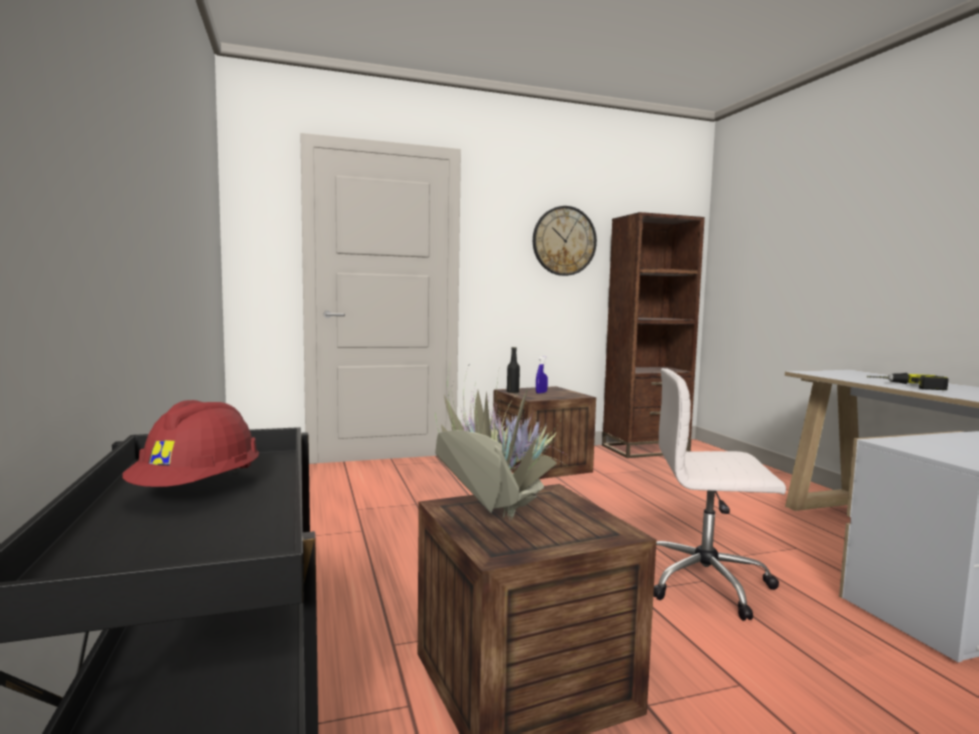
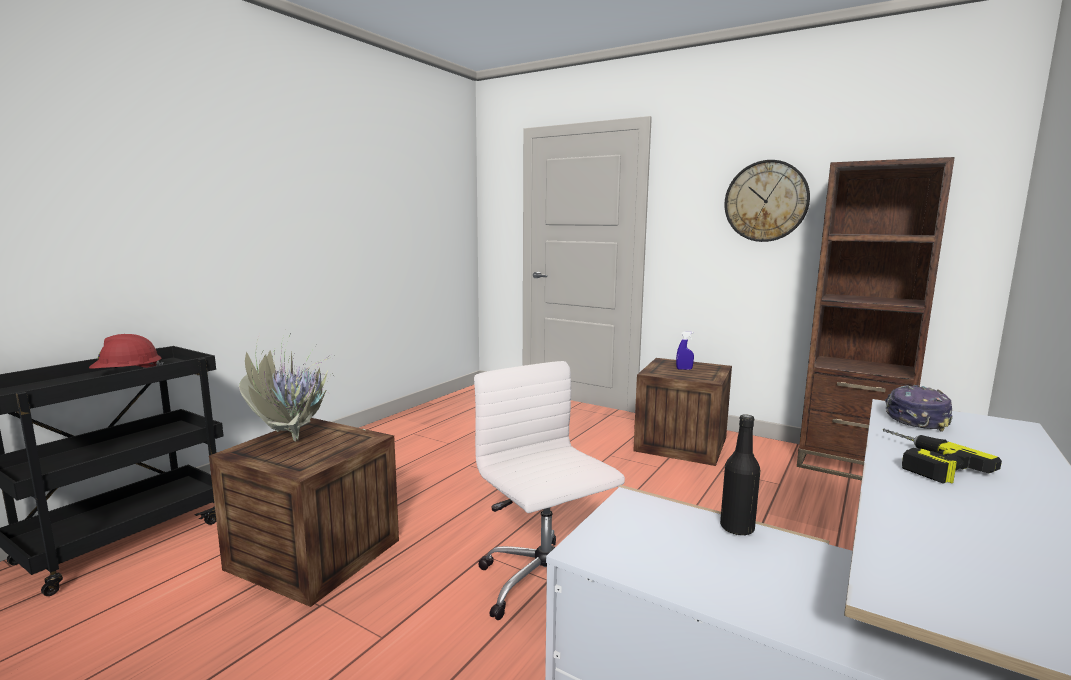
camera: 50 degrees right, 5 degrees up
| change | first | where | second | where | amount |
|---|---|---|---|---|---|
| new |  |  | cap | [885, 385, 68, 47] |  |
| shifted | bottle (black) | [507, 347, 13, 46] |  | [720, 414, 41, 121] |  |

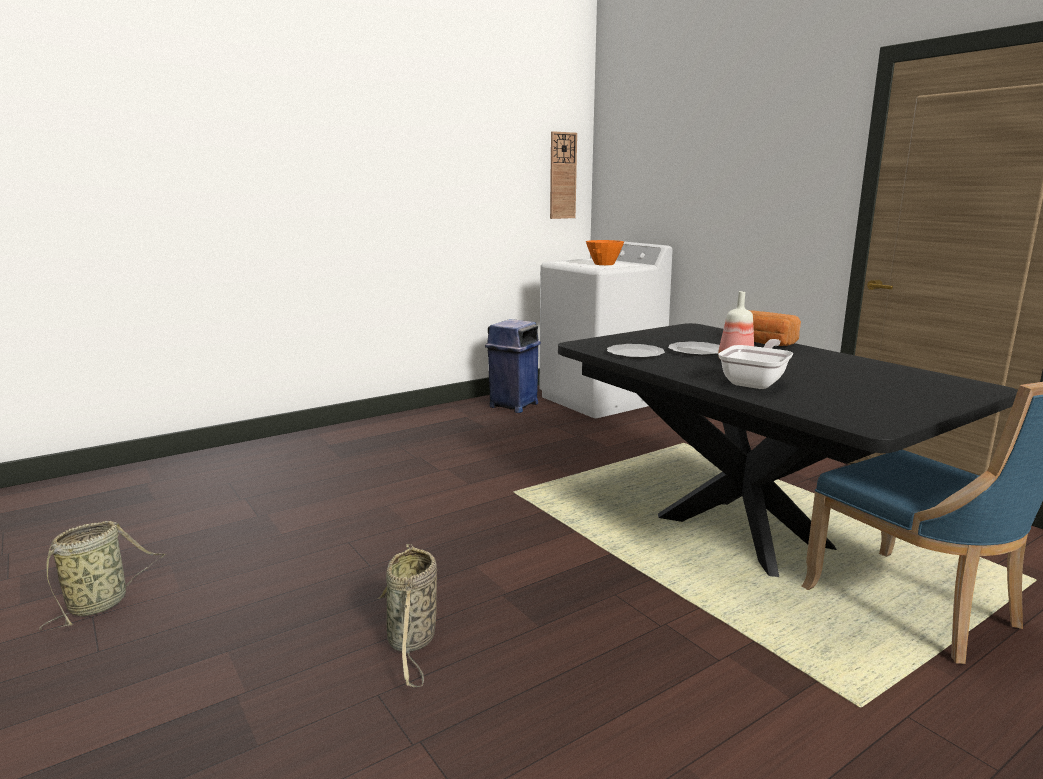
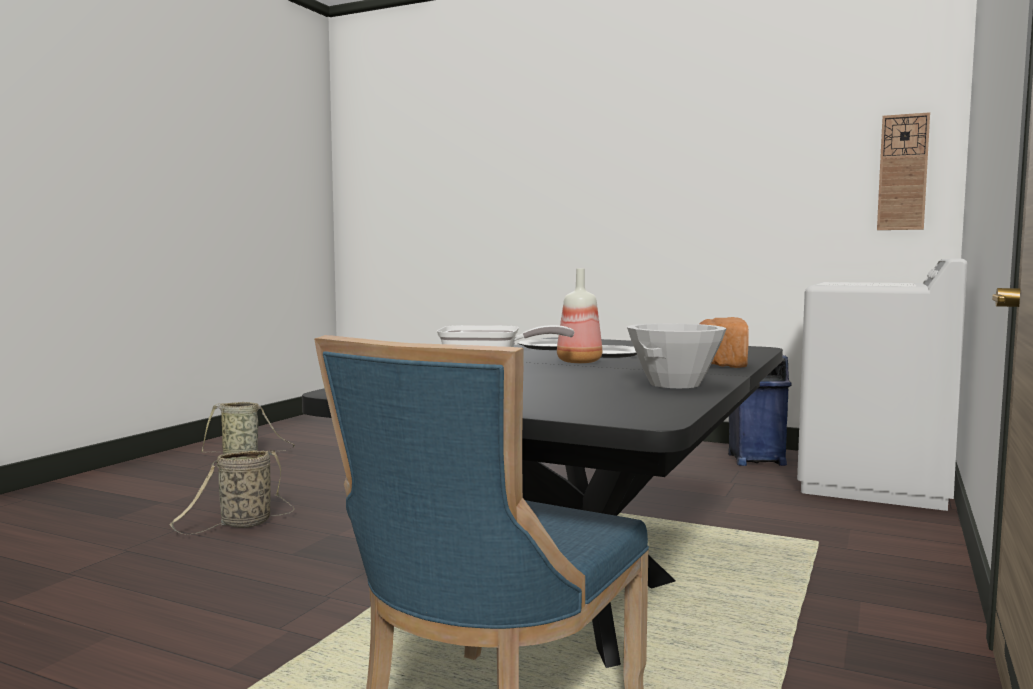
camera: 60 degrees right, 10 degrees down
| change | first | where | second | where | amount |
|---|---|---|---|---|---|
| gone | bowl (orange) | [586, 240, 38, 25] |  |  |  |
| new |  |  | bowl (white) | [627, 323, 100, 65] |  |

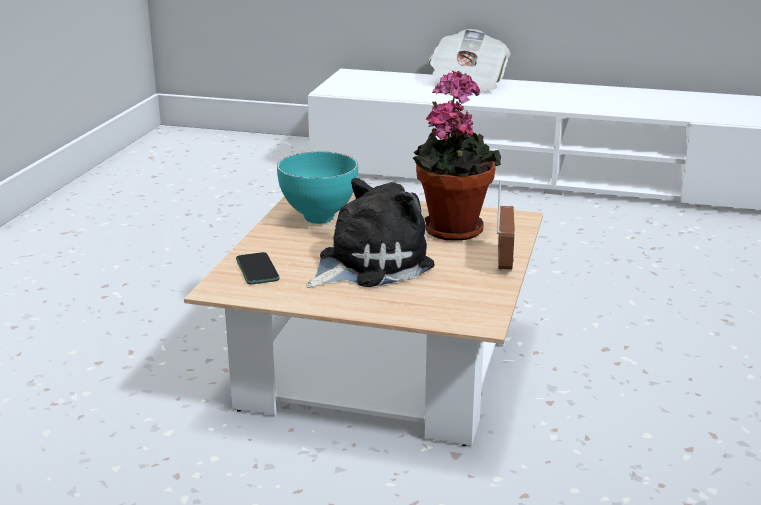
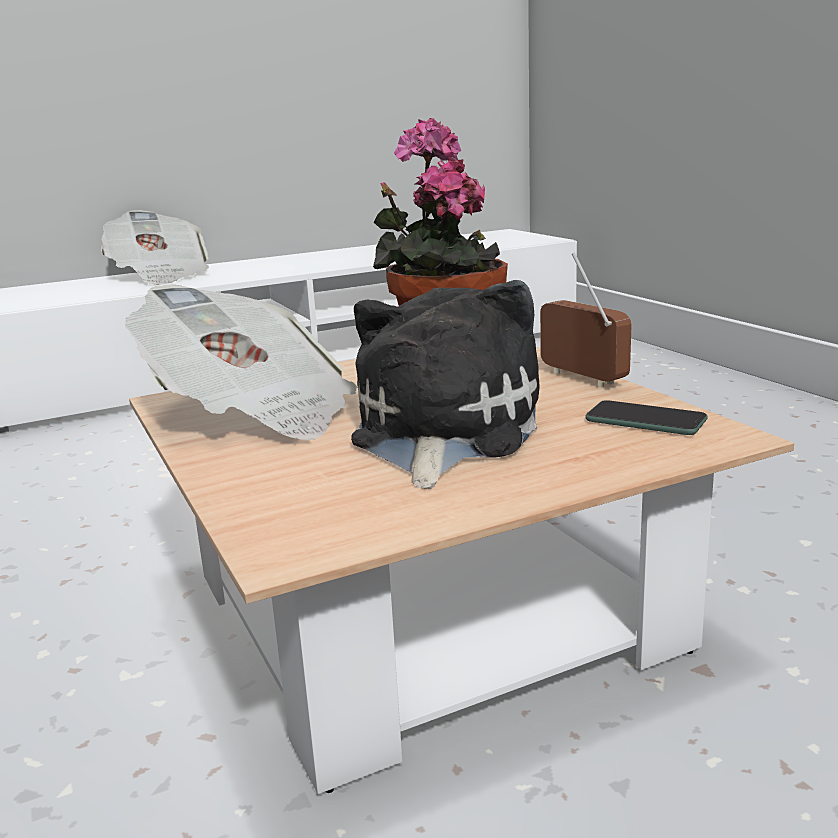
camera: 40 degrees left, 5 degrees down
| change | first | where | second | where | amount |
|---|---|---|---|---|---|
| shifted | phone | [236, 252, 44, 32] |  | [585, 400, 123, 35] |  |
| swapped | bowl (turquoise) | [277, 152, 81, 72] | newspaper | [125, 285, 233, 155] |  |

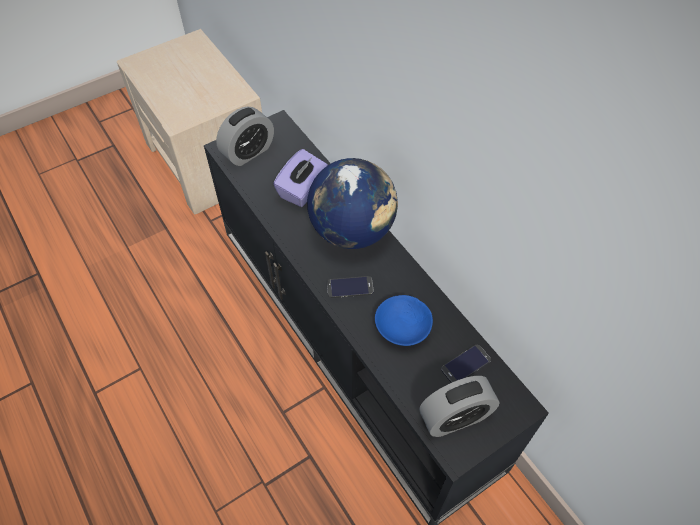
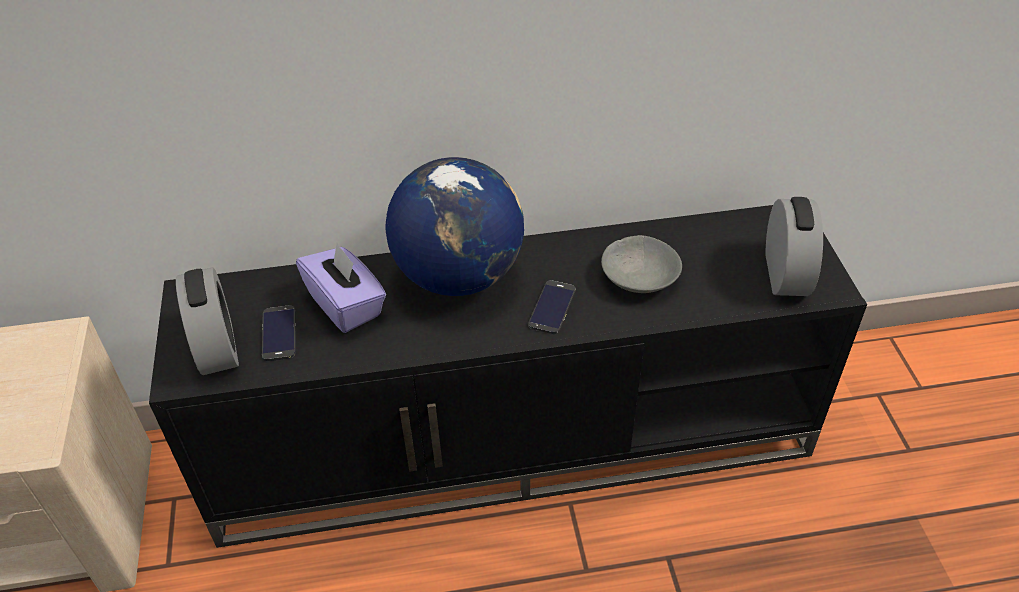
camera: 65 degrees left, 10 degrees down
| change | first | where | second | where | amount |
|---|---|---|---|---|---|
| shifted | phone | [441, 345, 50, 38] |  | [262, 305, 34, 56] |  |
| repainted | bowl (blue) | [375, 295, 58, 51] | bowl (grey) | [601, 235, 81, 58] |  |

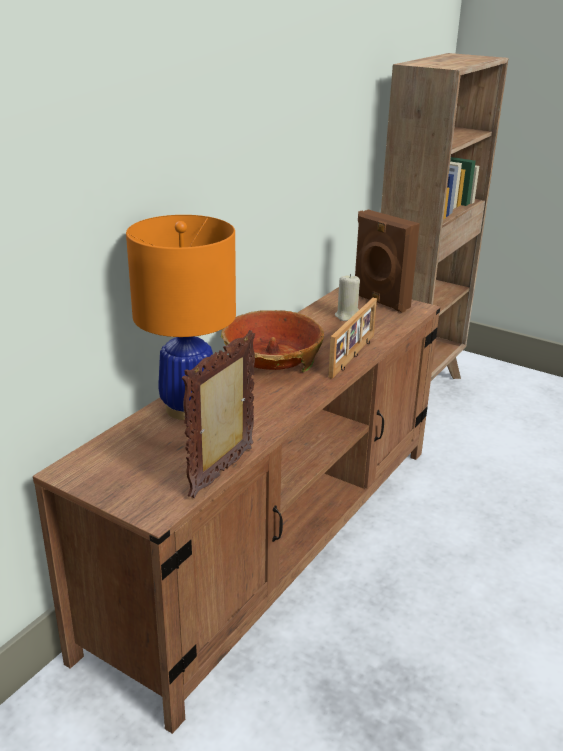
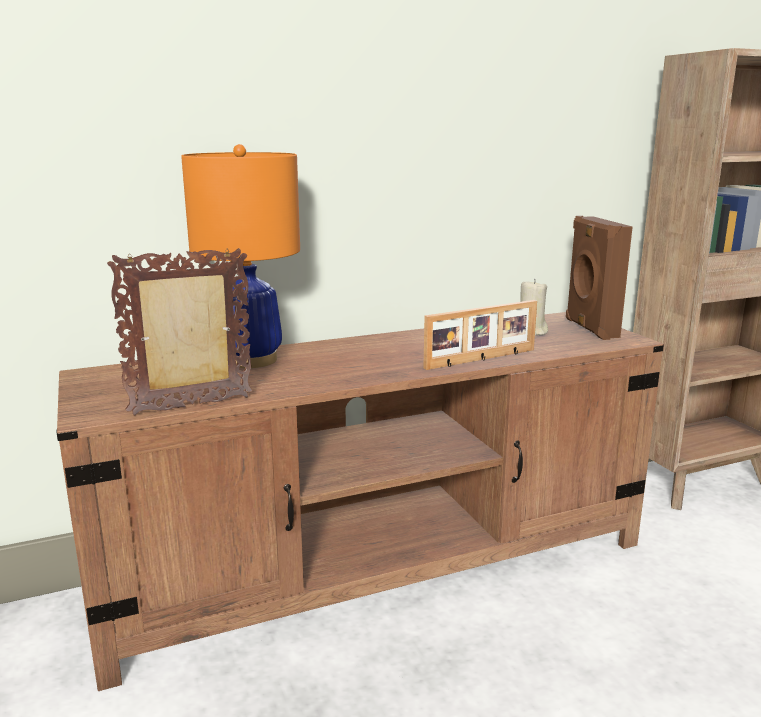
camera: 35 degrees right, 10 degrees down
| change | first | where | second | where | amount |
|---|---|---|---|---|---|
| gone | bowl | [221, 310, 103, 63] |  |  |  |

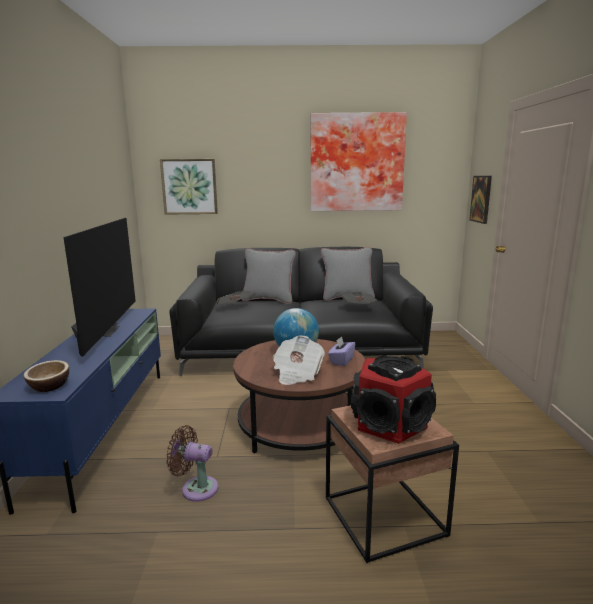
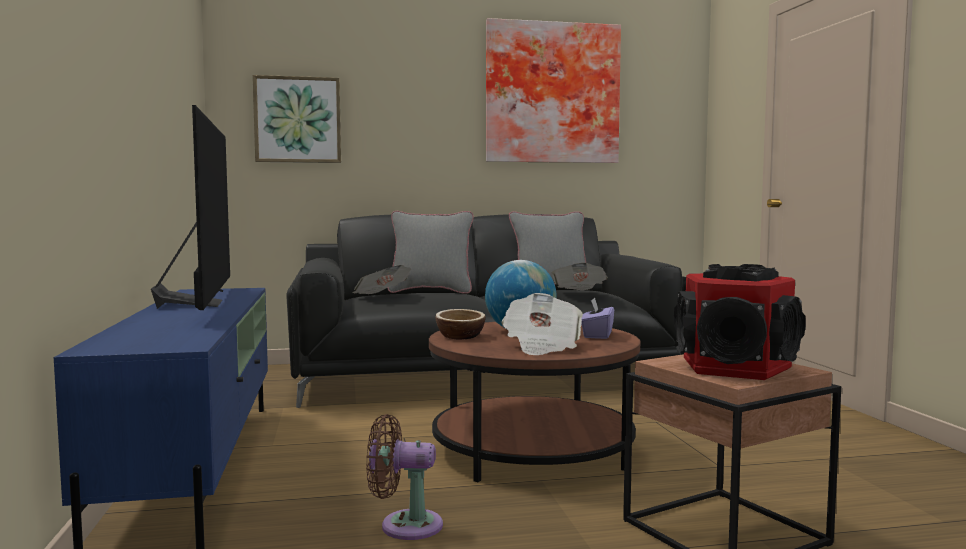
camera: 10 degrees left, 10 degrees down
| change | first | where | second | where | amount |
|---|---|---|---|---|---|
| gone | picture | [469, 176, 23, 48] |  |  |  |
| shifted | bowl | [23, 360, 46, 32] |  | [435, 309, 50, 31] |  |

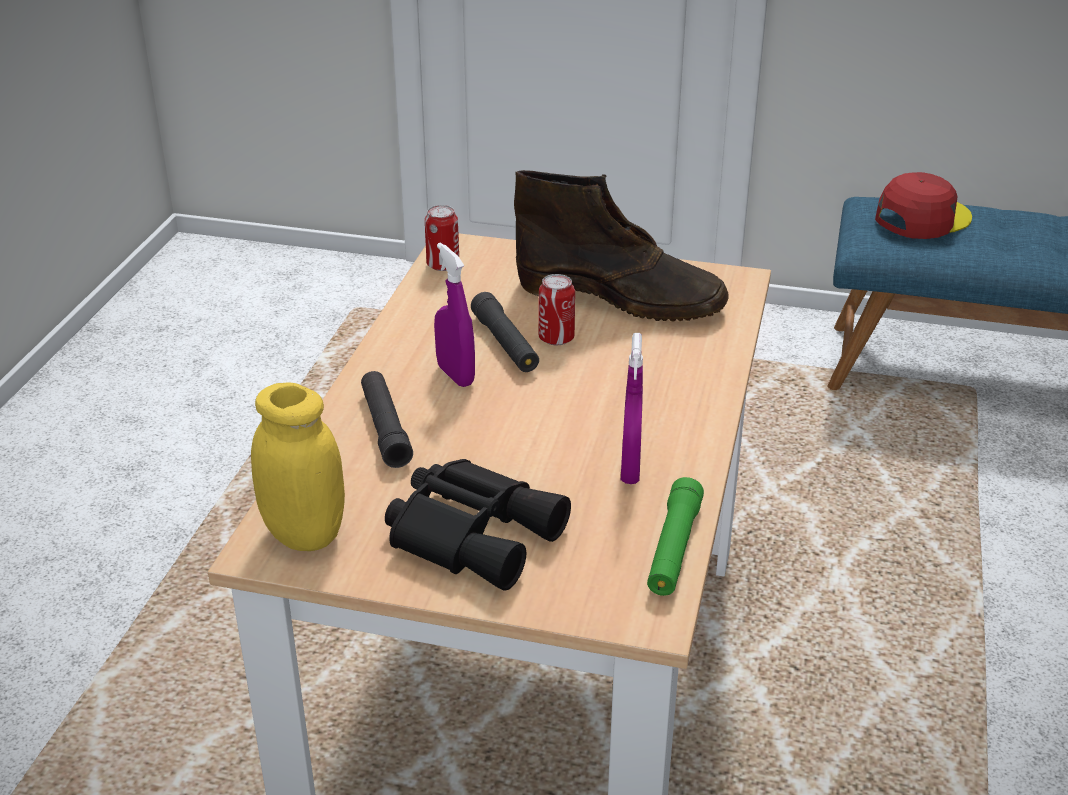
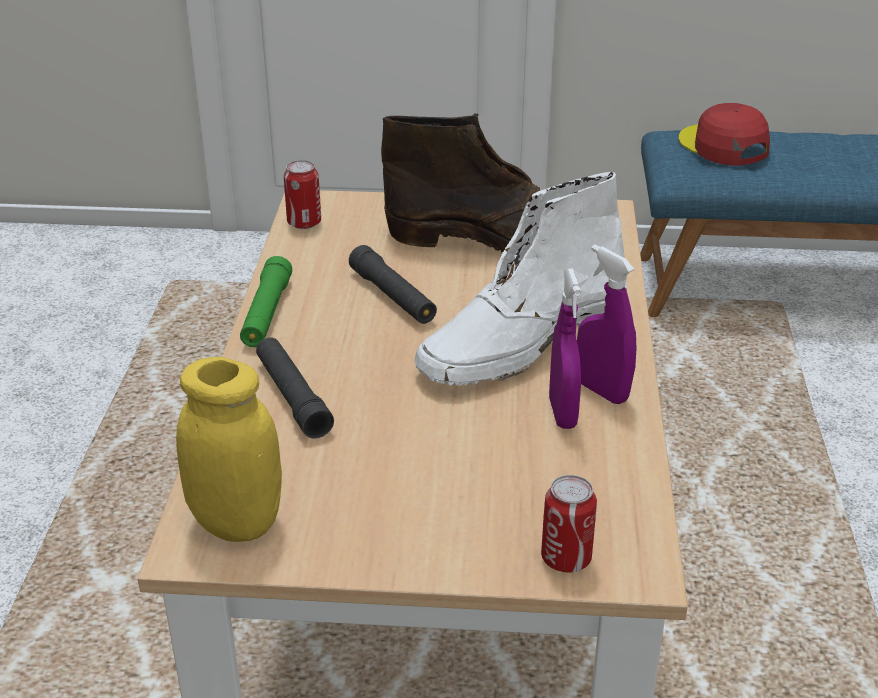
camera: 10 degrees left, 0 degrees up
| change | first | where | second | where | amount |
|---|---|---|---|---|---|
| gone | binoculars (black) | [385, 459, 186, 132] |  |  |  |
| new |  |  | boot (white) | [415, 172, 212, 214] |  |
| shifted | spray bottle (purple) | [434, 242, 41, 145] |  | [577, 244, 59, 160] |  |
| shifted | can | [538, 274, 37, 71] |  | [541, 475, 56, 98] |  |
| shifted | flashlight (green) | [647, 477, 57, 119] |  | [240, 256, 52, 91] |  |
| rotated | cap (red) | [875, 172, 97, 67] |  | [679, 103, 91, 63] | 75 degrees counterclockwise |

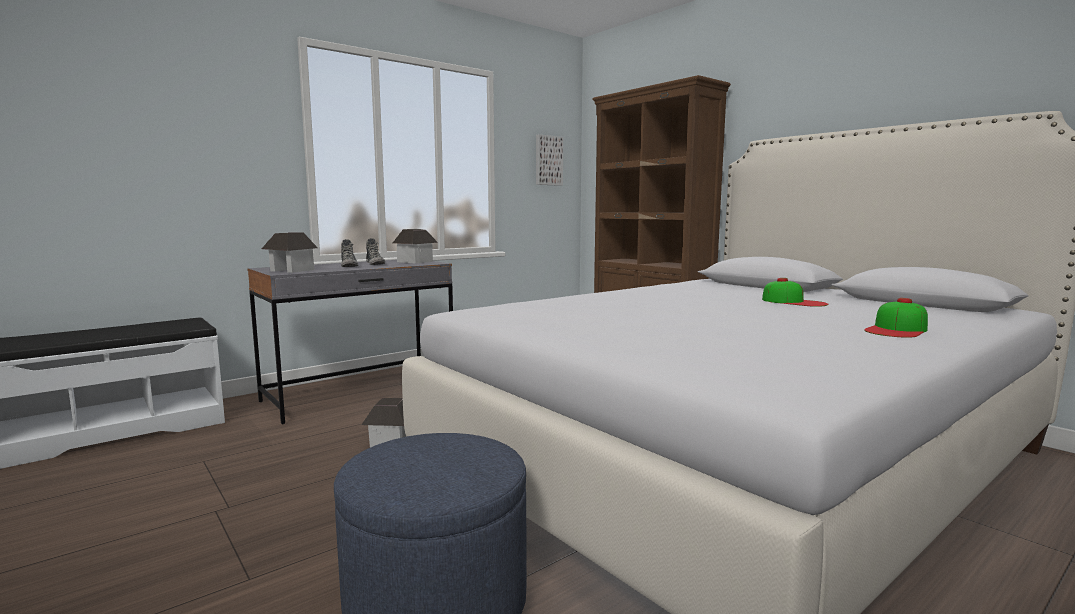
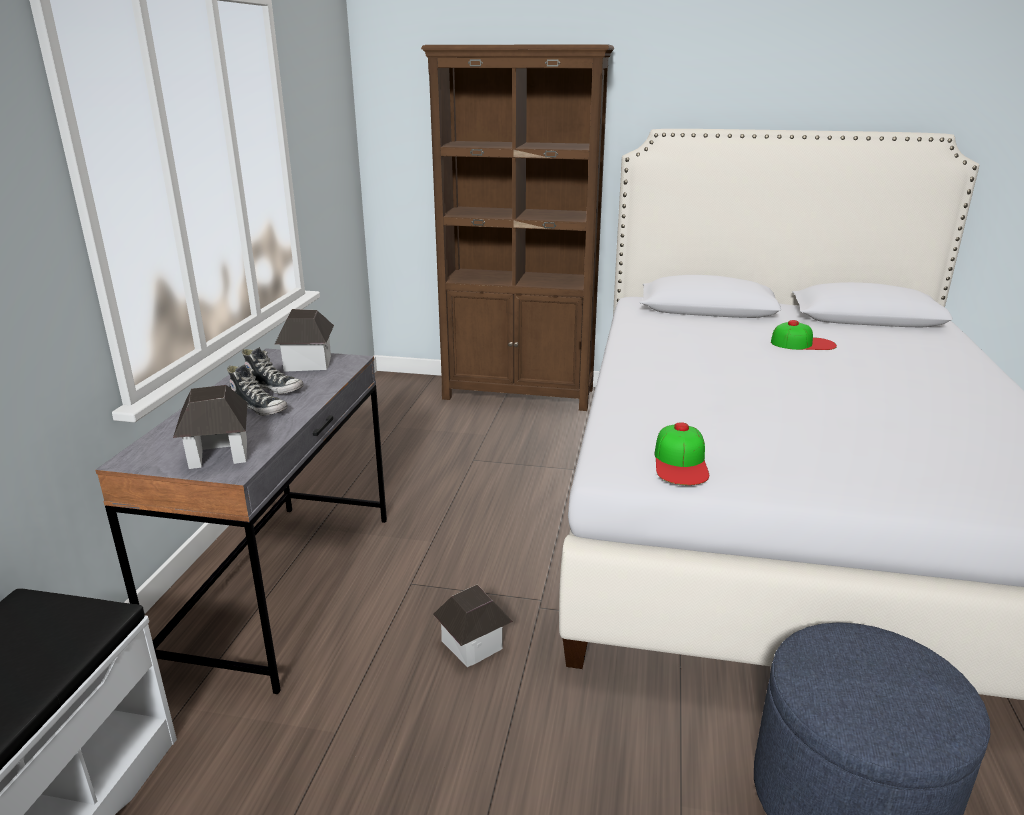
camera: 40 degrees left, 15 degrees up
| change | first | where | second | where | amount |
|---|---|---|---|---|---|
| gone | picture | [536, 134, 27, 52] |  |  |  |
| shifted | cap | [864, 298, 64, 40] |  | [654, 422, 55, 63] |  |

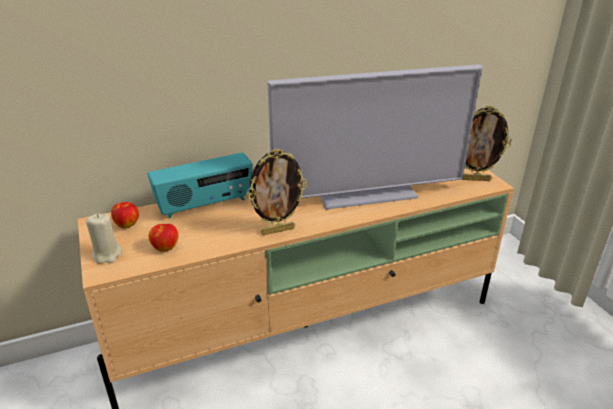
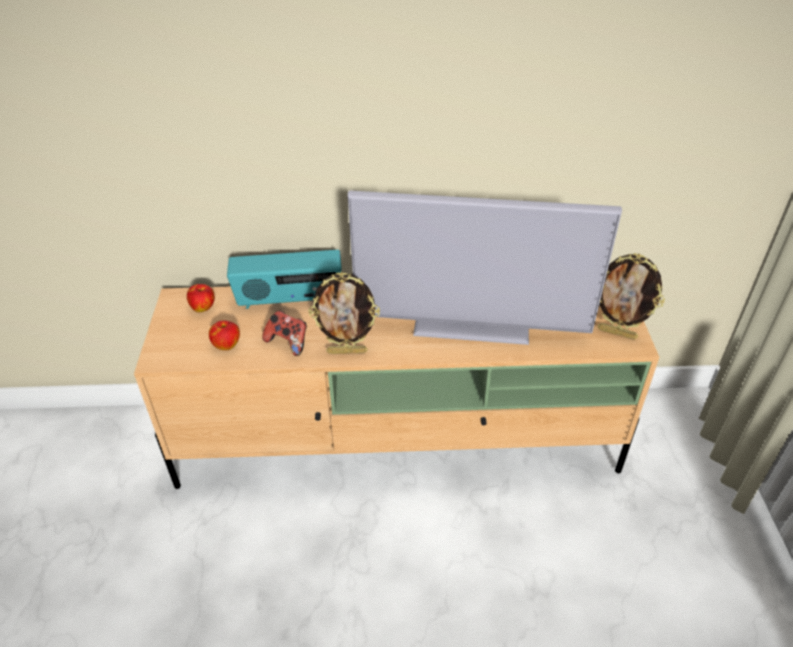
camera: 20 degrees right, 10 degrees up
| change | first | where | second | where | amount |
|---|---|---|---|---|---|
| gone | candle (beige) | [86, 213, 36, 51] |  |  |  |
| new |  |  | game controller | [262, 311, 45, 45] |  |

